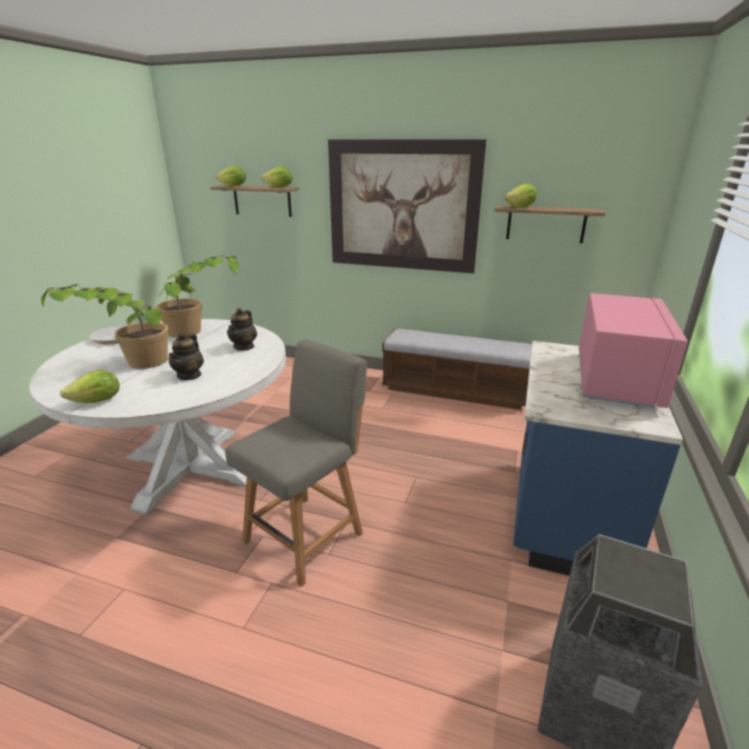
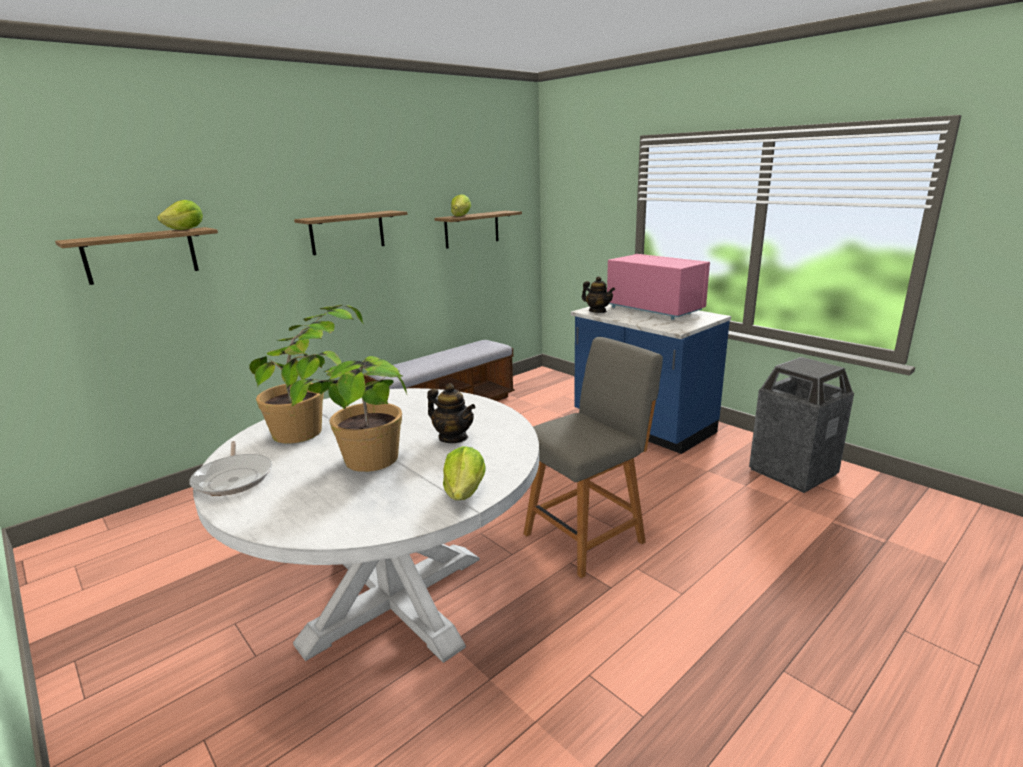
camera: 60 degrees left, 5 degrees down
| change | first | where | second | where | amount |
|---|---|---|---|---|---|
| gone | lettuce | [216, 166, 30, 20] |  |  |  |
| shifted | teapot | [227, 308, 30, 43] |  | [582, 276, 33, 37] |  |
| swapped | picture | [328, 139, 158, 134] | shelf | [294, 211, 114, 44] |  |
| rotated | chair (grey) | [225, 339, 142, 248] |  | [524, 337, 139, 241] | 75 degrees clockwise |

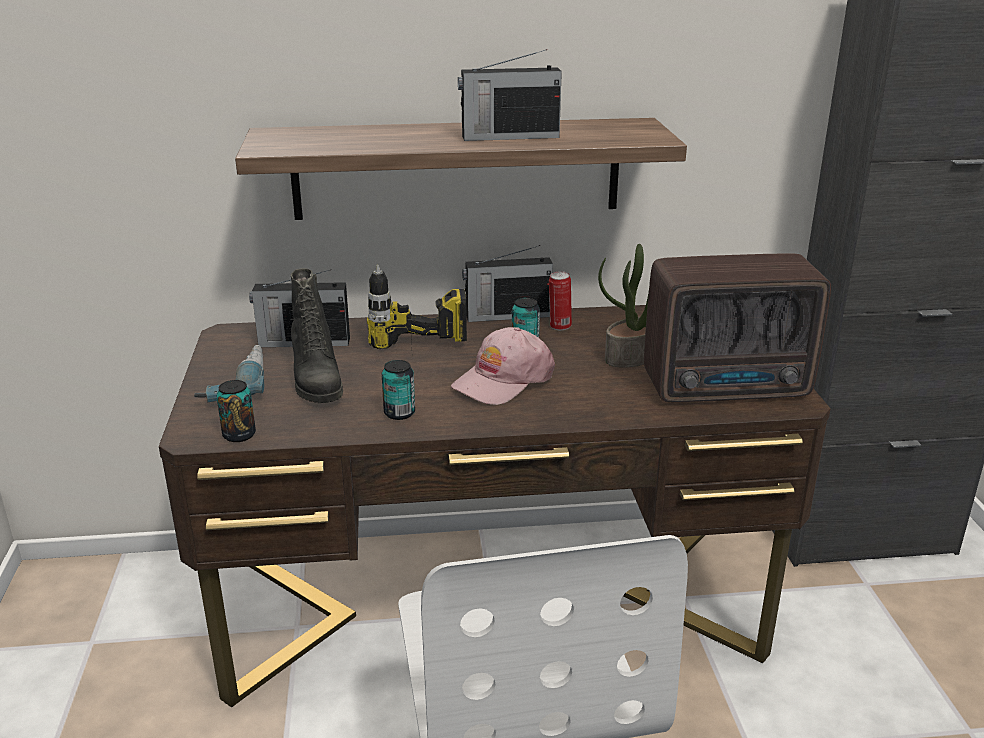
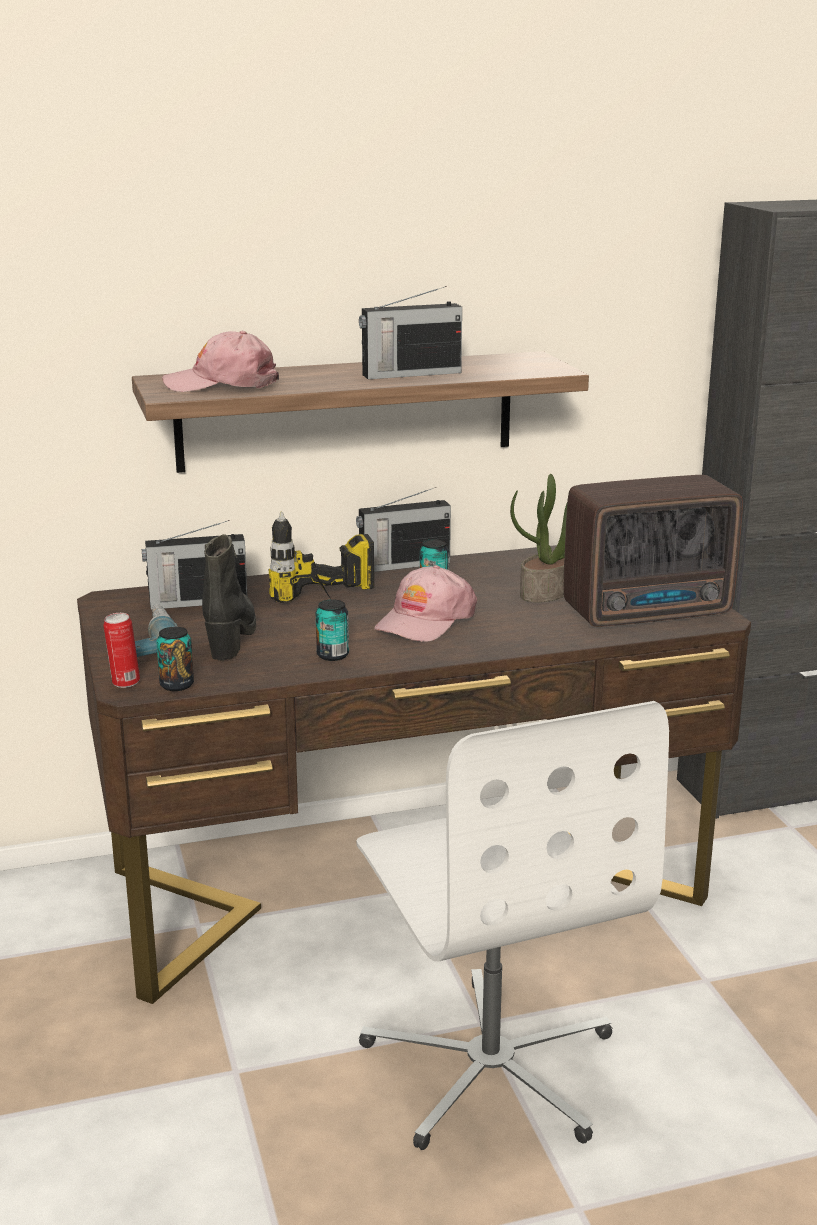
camera: 10 degrees left, 5 degrees down
| change | first | where | second | where | amount |
|---|---|---|---|---|---|
| new |  |  | cap (pink) | [162, 331, 117, 61] |  |
| shifted | can | [549, 271, 23, 59] |  | [103, 613, 37, 75] |  |
| rotated | boot (black) | [291, 268, 52, 135] |  | [202, 534, 54, 127] | 150 degrees counterclockwise |

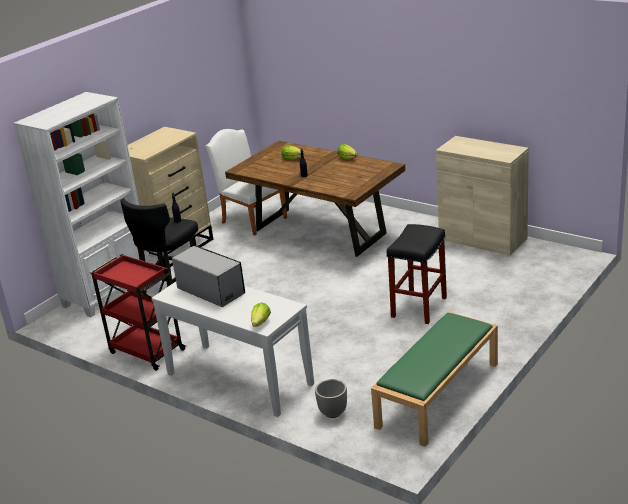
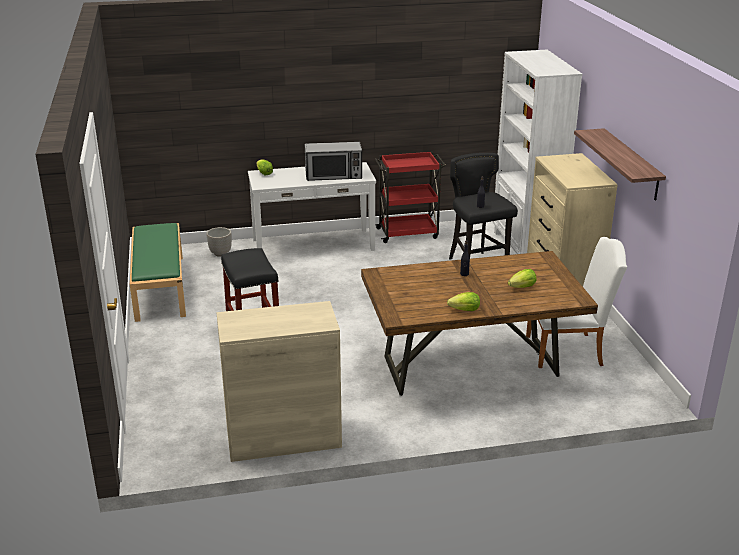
camera: 130 degrees right, 0 degrees up
| change | first | where | second | where | amount |
|---|---|---|---|---|---|
| new |  |  | shelf | [574, 128, 92, 73] |  |

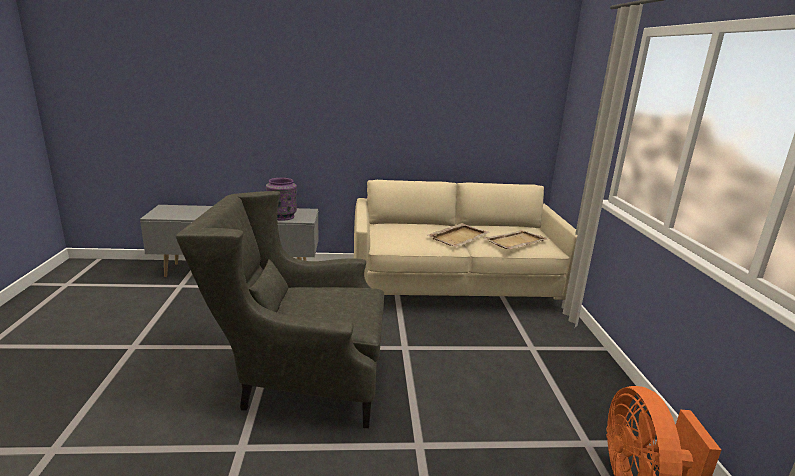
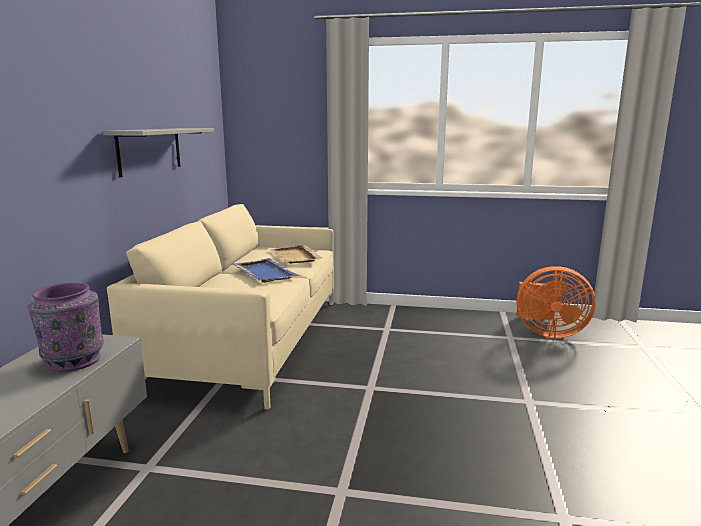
camera: 75 degrees left, 5 degrees down
| change | first | where | second | where | amount |
|---|---|---|---|---|---|
| gone | armchair (grey) | [176, 191, 208, 237] |  |  |  |
| new |  |  | shelf (grey) | [103, 128, 111, 49] |  |
| repainted | tray (beige) | [428, 223, 61, 24] | tray (blue) | [233, 258, 67, 25] |  |

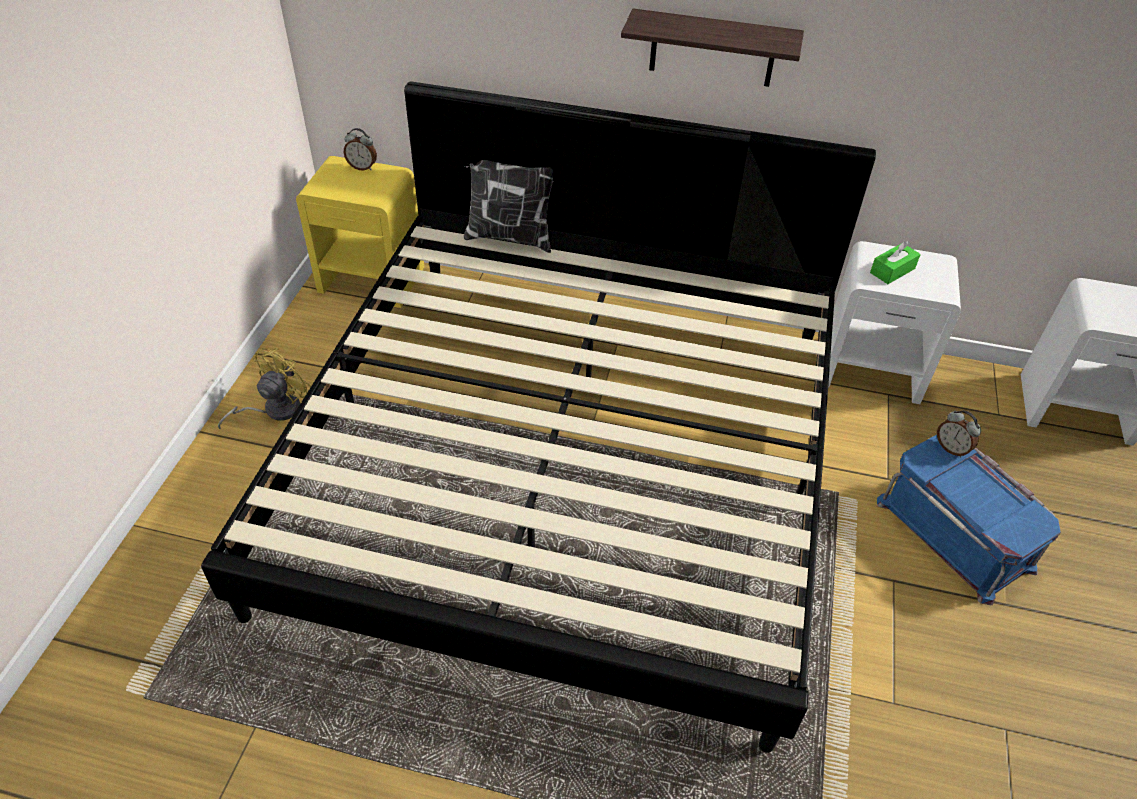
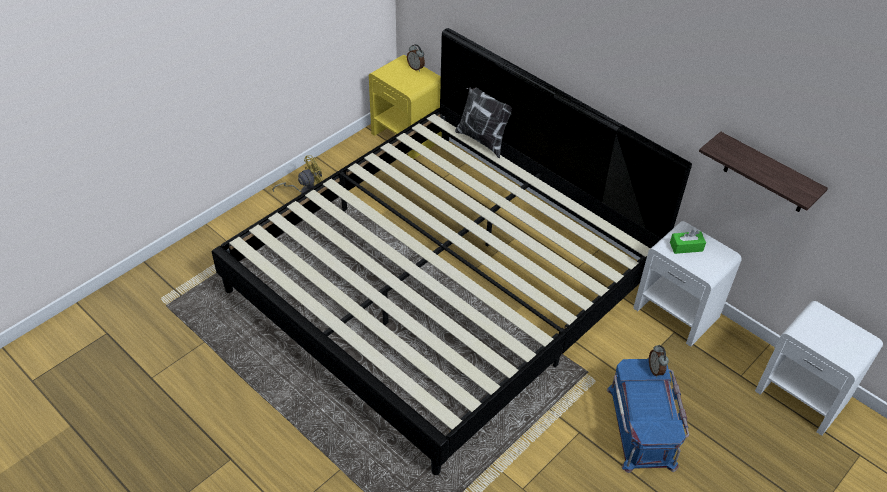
camera: 30 degrees right, 0 degrees up
| change | first | where | second | where | amount |
|---|---|---|---|---|---|
| shifted | shelf | [621, 9, 183, 78] |  | [699, 132, 129, 80] |  |

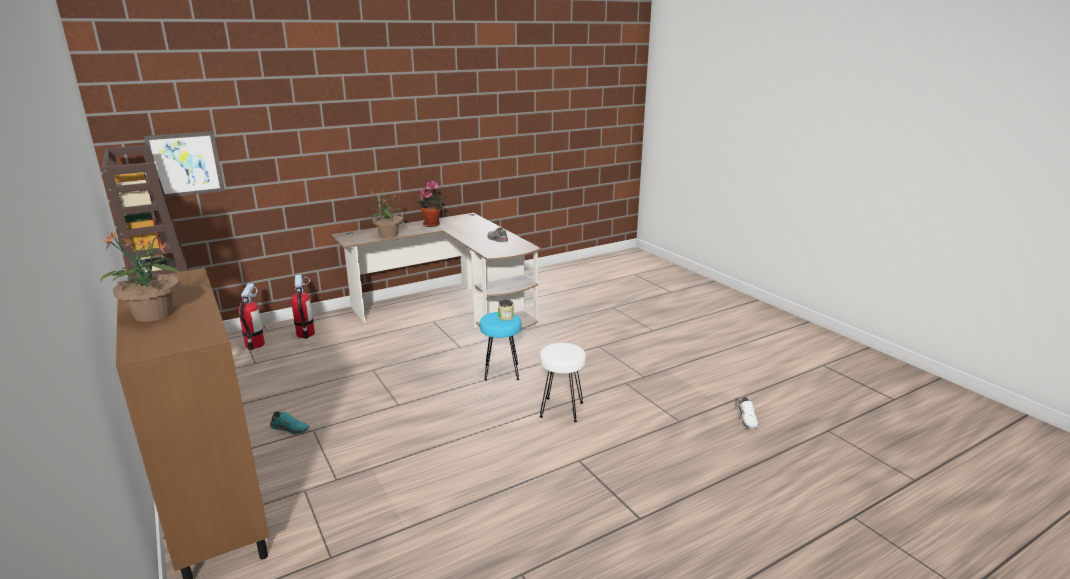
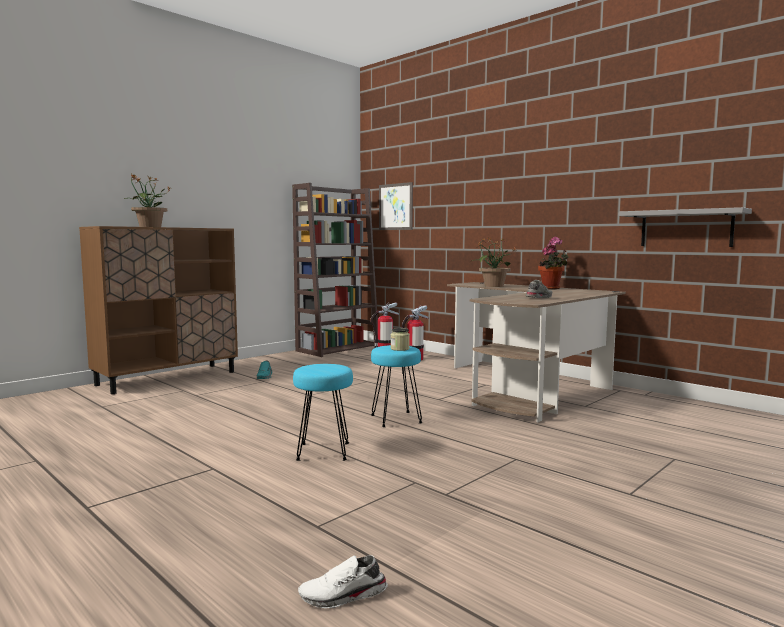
camera: 75 degrees right, 15 degrees down
| change | first | where | second | where | amount |
|---|---|---|---|---|---|
| new |  |  | shelf (grey) | [619, 207, 133, 40] |  |
| repainted | stool (white) | [539, 343, 47, 79] | stool (turquoise) | [293, 364, 60, 97] |  |

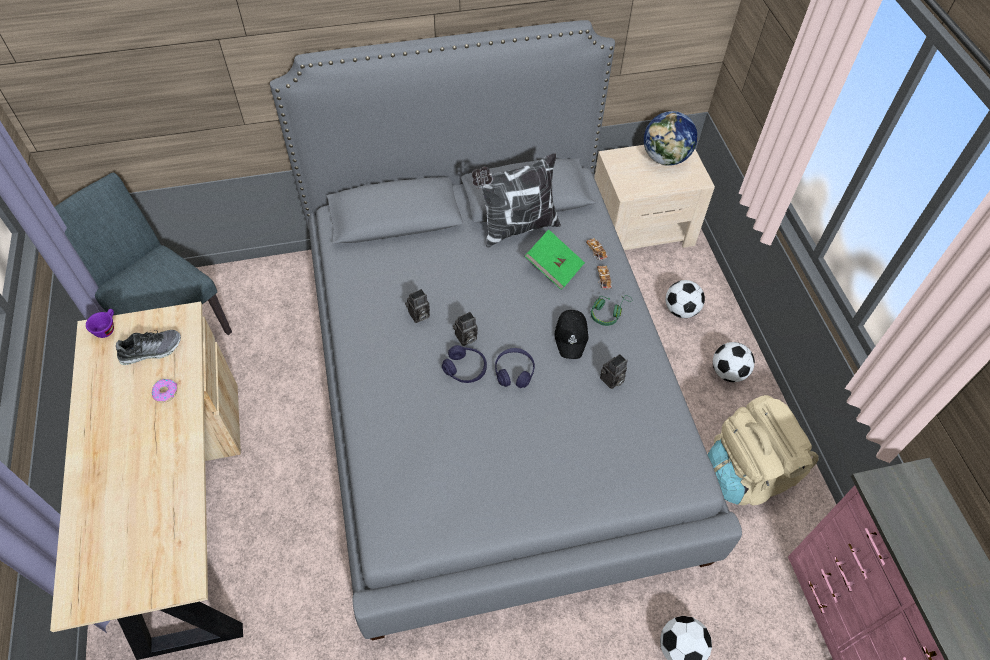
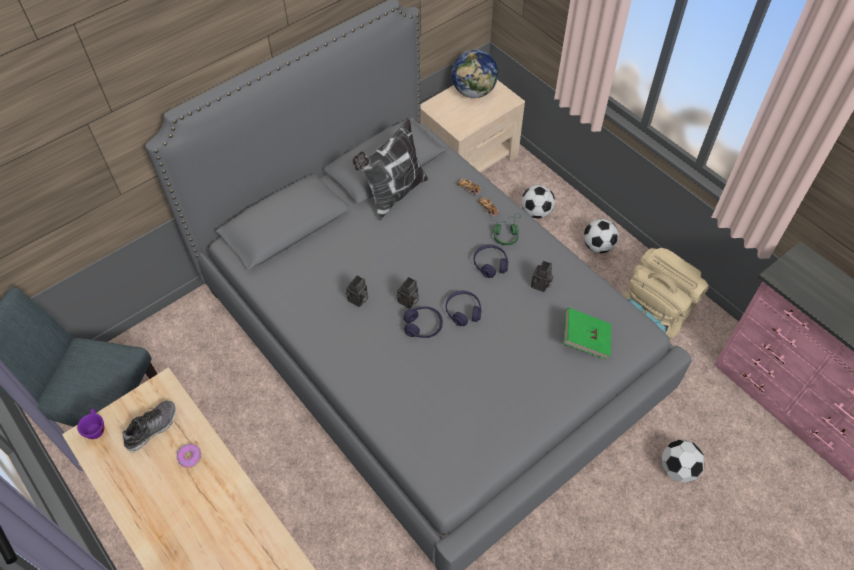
camera: 25 degrees left, 0 degrees up
| change | first | where | second | where | amount |
|---|---|---|---|---|---|
| shifted | book (green) | [525, 229, 60, 61] |  | [563, 308, 48, 51] |  |
| swapped | cap (black) | [554, 310, 34, 49] | headphones (purple) | [474, 244, 34, 34] |  |

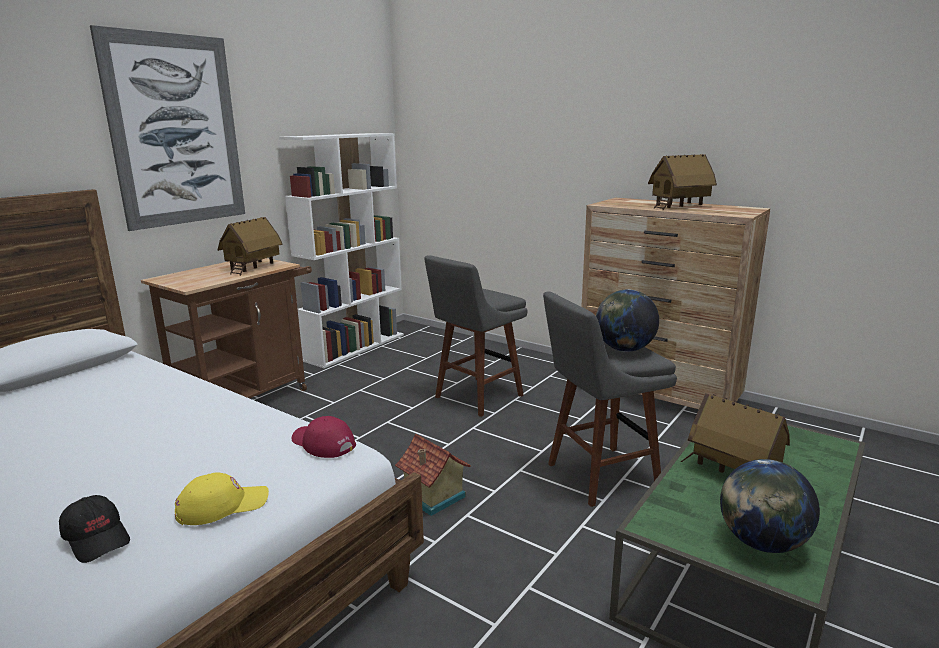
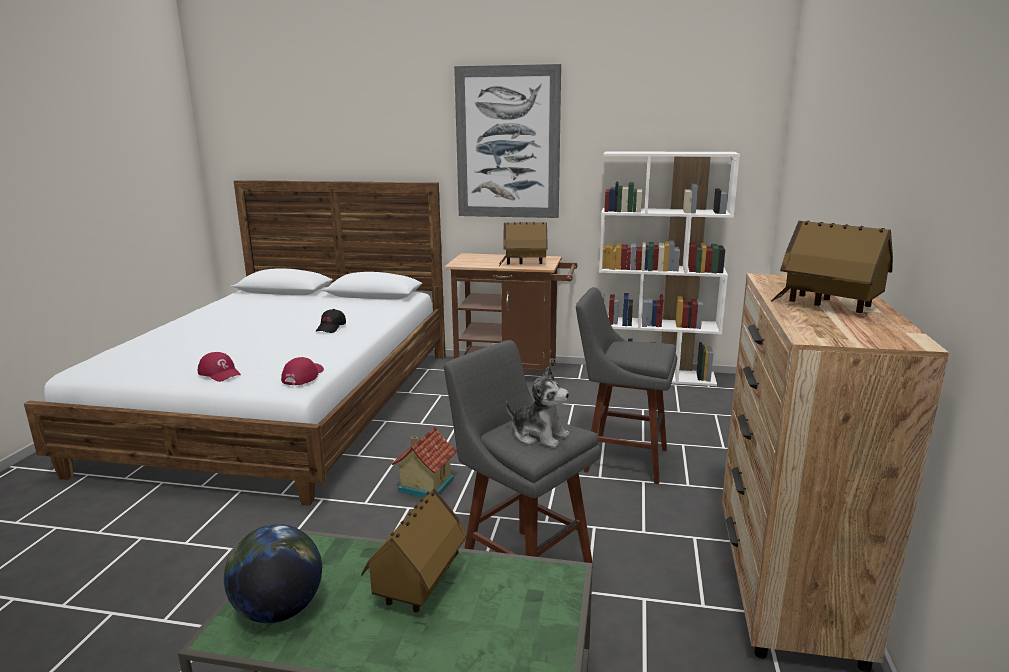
camera: 65 degrees right, 0 degrees up
| change | first | where | second | where | amount |
|---|---|---|---|---|---|
| shifted | cap (black) | [59, 495, 71, 68] |  | [316, 309, 30, 24] |  |
| swapped | globe | [596, 289, 63, 63] | plush toy | [506, 367, 63, 81] |  |
| repainted | cap (yellow) | [175, 472, 94, 53] | cap (red) | [198, 352, 43, 30] |  |

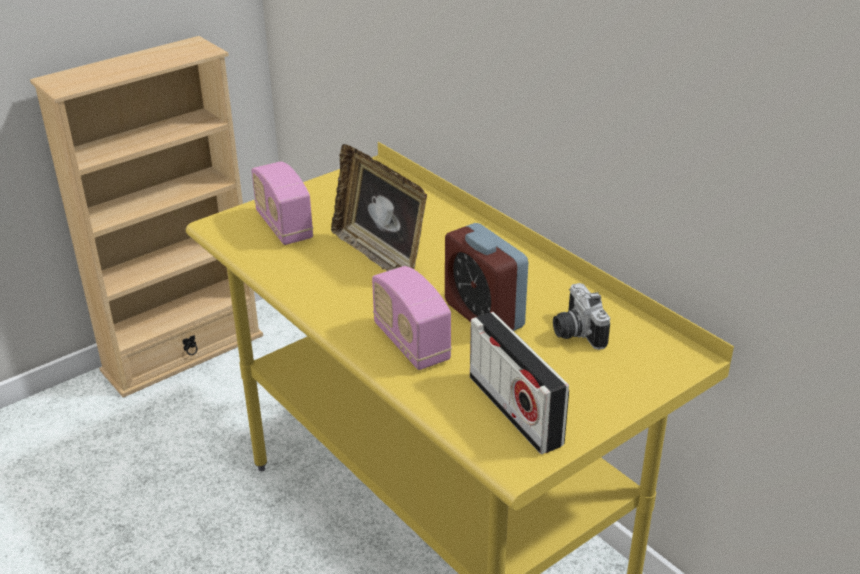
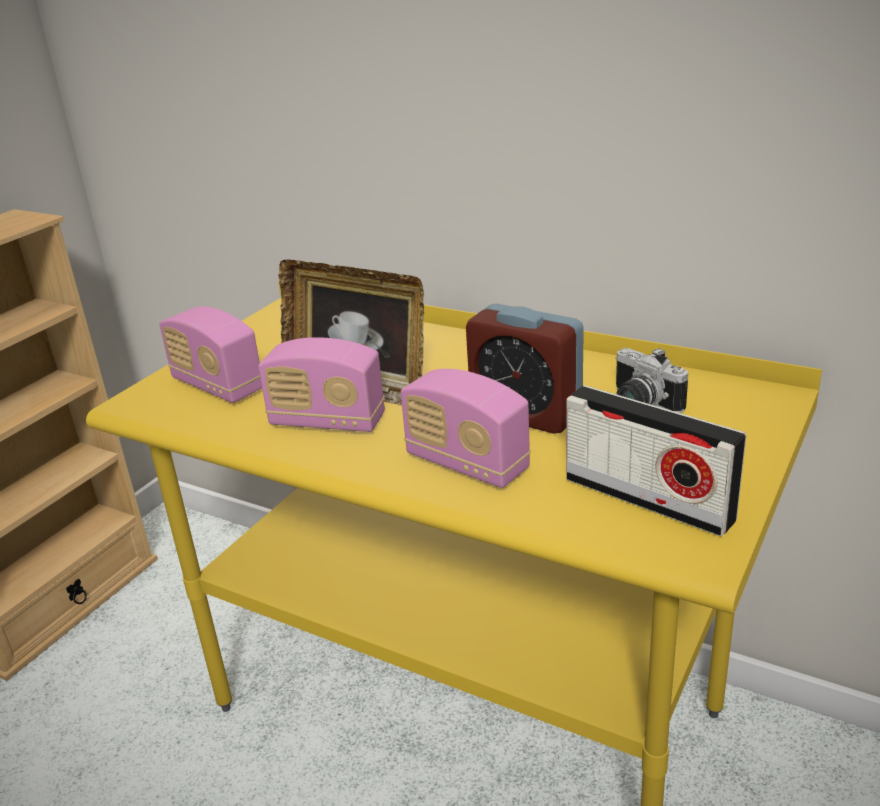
camera: 20 degrees left, 5 degrees down
| change | first | where | second | where | amount |
|---|---|---|---|---|---|
| new |  |  | radio | [258, 337, 127, 95] |  |

